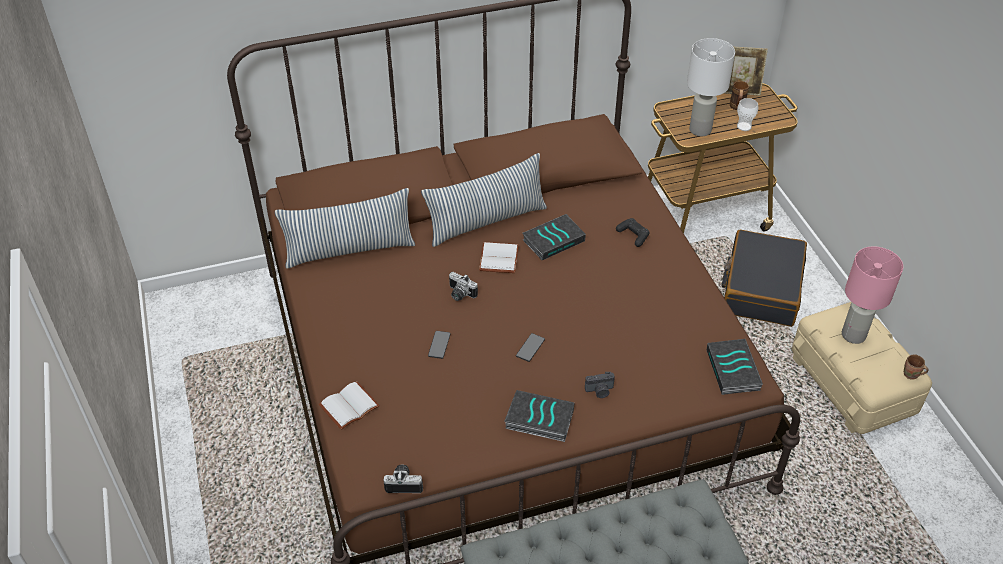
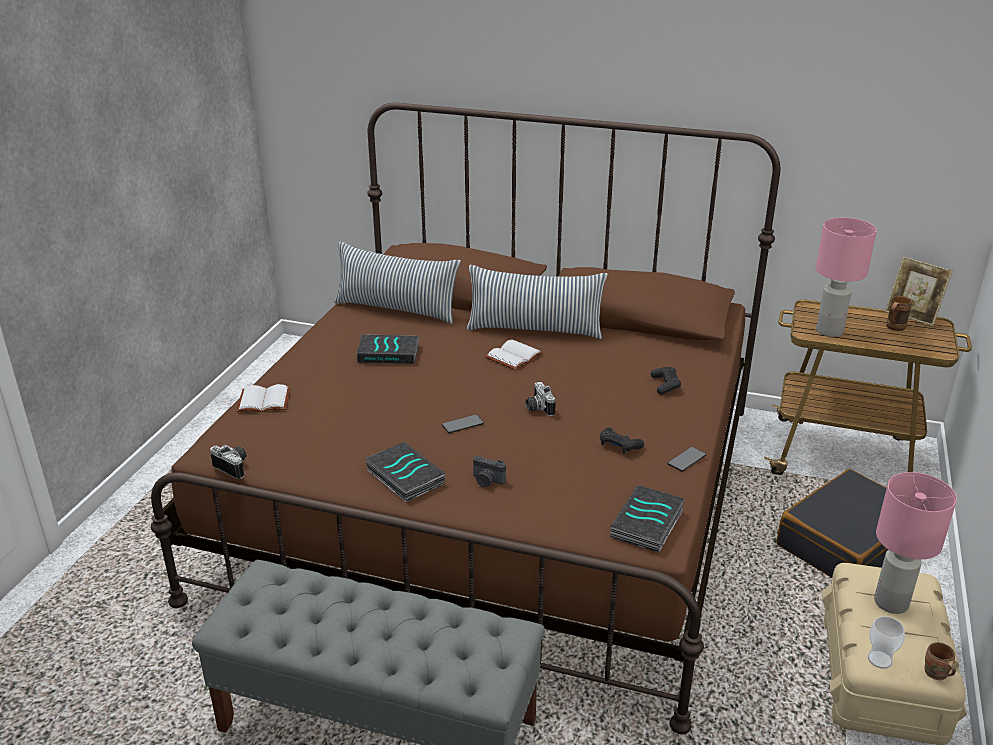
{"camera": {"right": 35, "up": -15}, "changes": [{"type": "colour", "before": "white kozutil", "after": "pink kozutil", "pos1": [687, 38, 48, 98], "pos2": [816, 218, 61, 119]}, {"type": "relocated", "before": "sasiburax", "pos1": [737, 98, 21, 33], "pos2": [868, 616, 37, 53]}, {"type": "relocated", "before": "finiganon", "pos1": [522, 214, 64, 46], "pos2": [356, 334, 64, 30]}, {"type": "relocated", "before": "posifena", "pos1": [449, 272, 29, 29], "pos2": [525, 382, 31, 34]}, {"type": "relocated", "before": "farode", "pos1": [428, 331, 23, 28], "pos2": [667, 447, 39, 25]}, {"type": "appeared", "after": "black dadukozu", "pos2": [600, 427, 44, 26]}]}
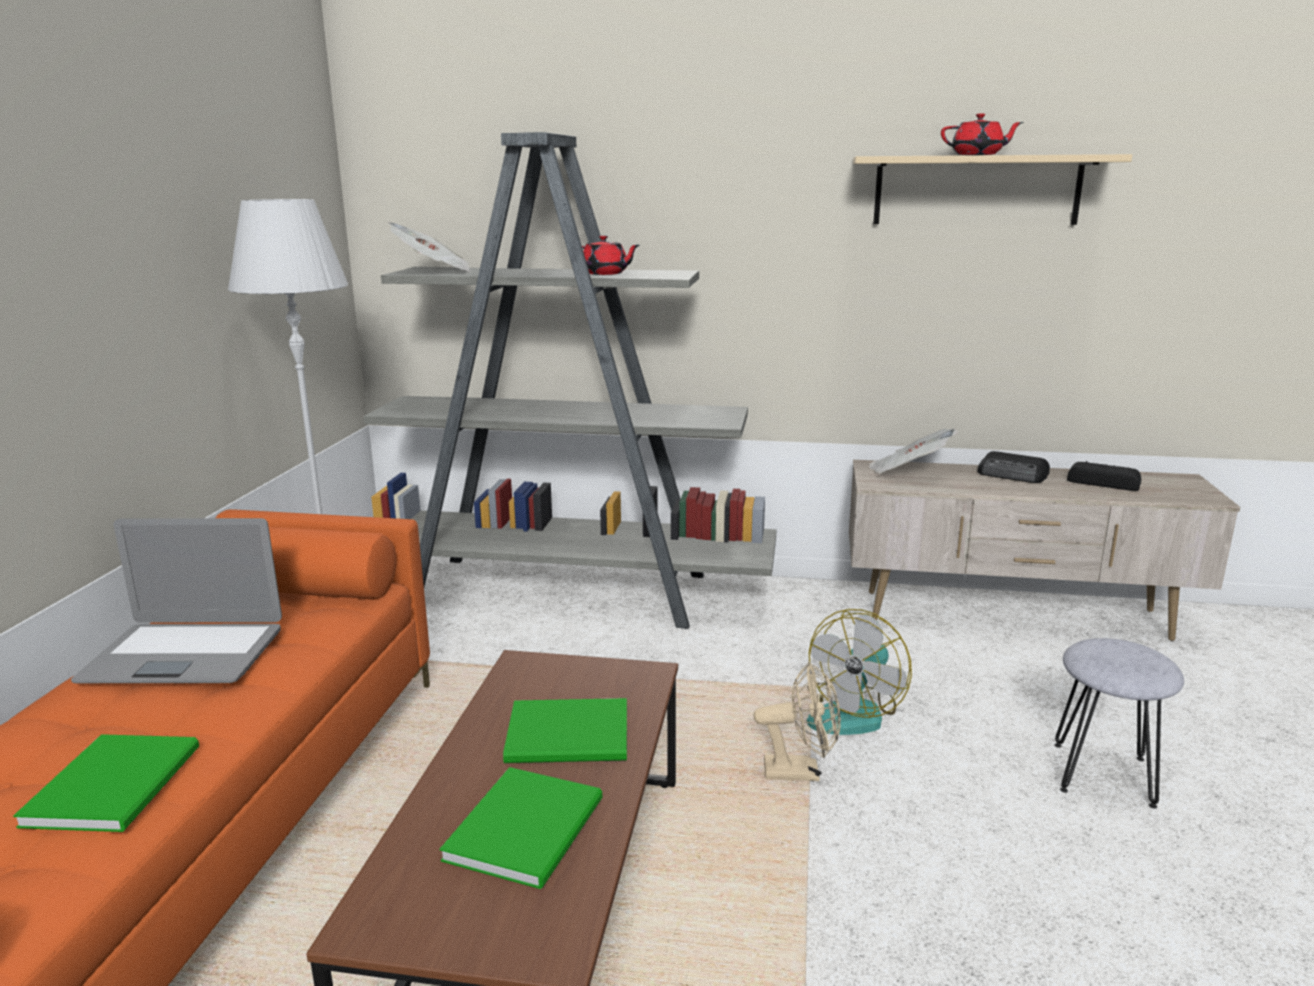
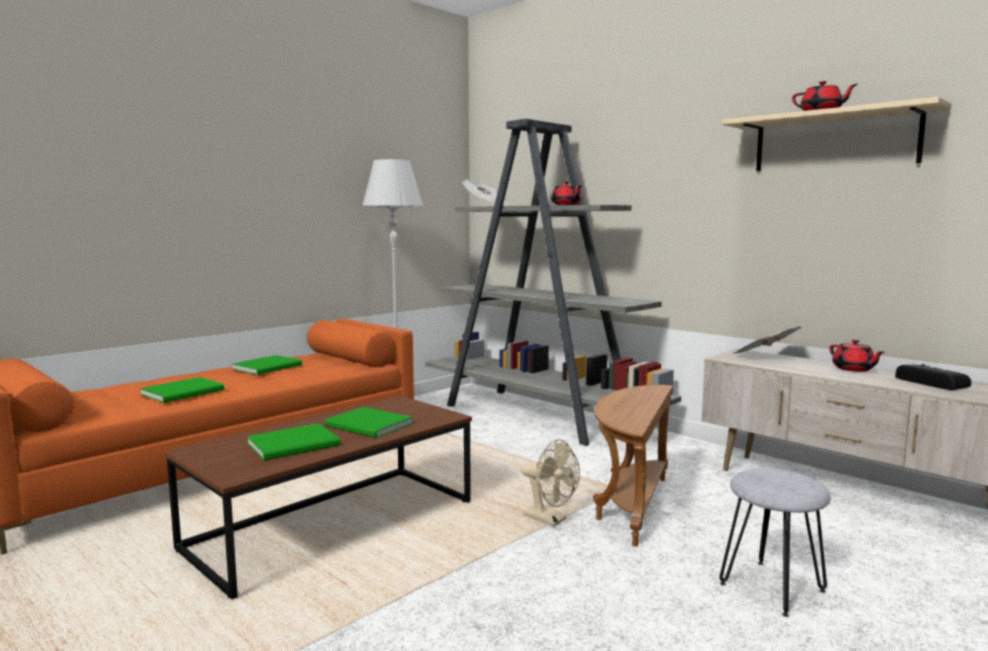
{"camera": {"right": 35, "up": -10}, "changes": [{"type": "exchanged", "before": "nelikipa", "after": "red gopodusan", "pos1": [977, 451, 73, 32], "pos2": [829, 340, 56, 32]}, {"type": "exchanged", "before": "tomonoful", "after": "green finiganon", "pos1": [71, 518, 211, 165], "pos2": [232, 355, 70, 20]}, {"type": "exchanged", "before": "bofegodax", "after": "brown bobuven", "pos1": [807, 609, 105, 126], "pos2": [593, 385, 80, 162]}]}
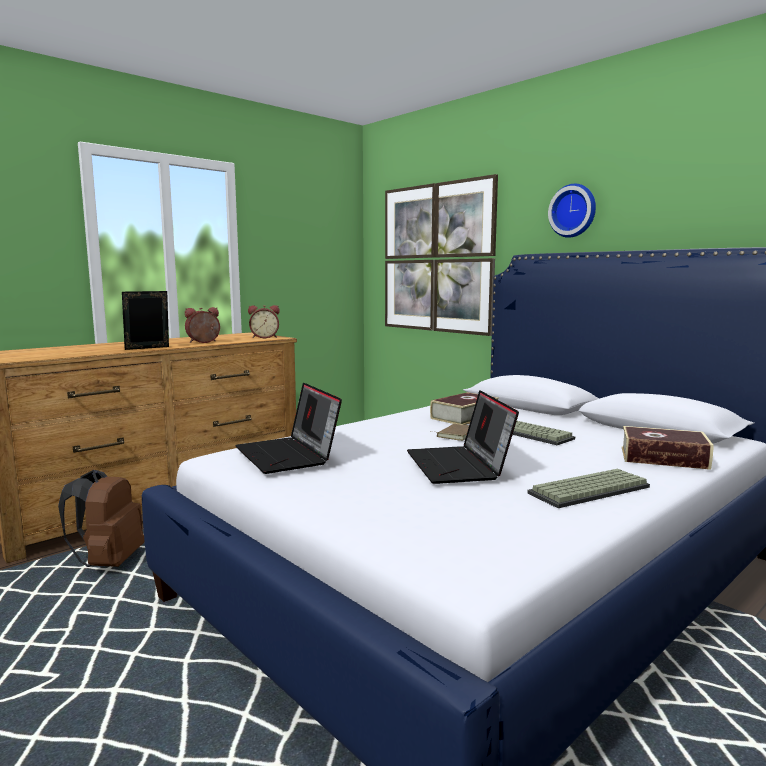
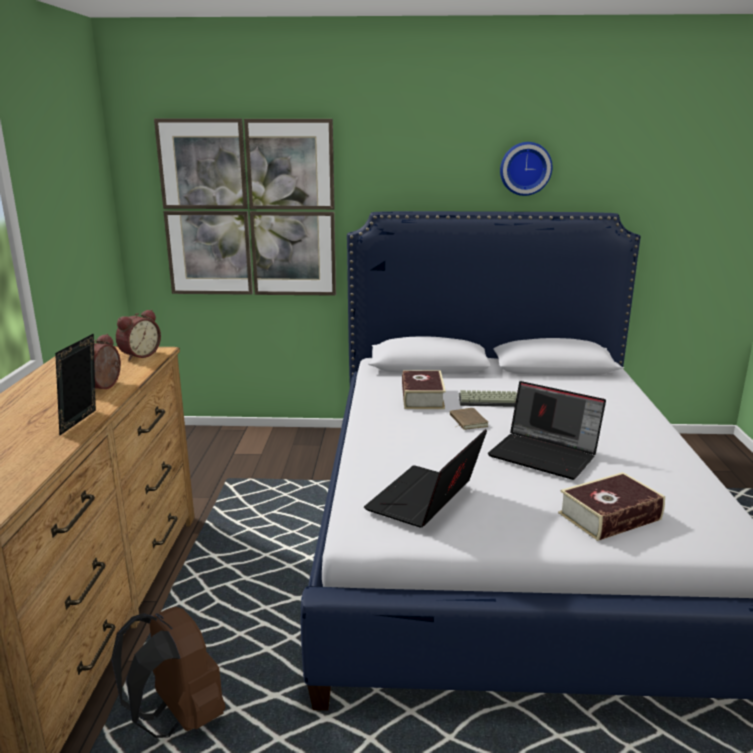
{"camera": {"right": -45, "up": 10}, "changes": [{"type": "relocated", "before": "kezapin", "pos1": [548, 184, 48, 54], "pos2": [500, 142, 52, 54]}, {"type": "spun", "before": "tomonoful", "pos1": [235, 383, 107, 91], "pos2": [364, 429, 123, 99], "turn": 105}, {"type": "relocated", "before": "finiganon", "pos1": [622, 426, 92, 44], "pos2": [558, 472, 107, 69]}, {"type": "missing", "before": "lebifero", "pos1": [527, 469, 123, 39]}]}
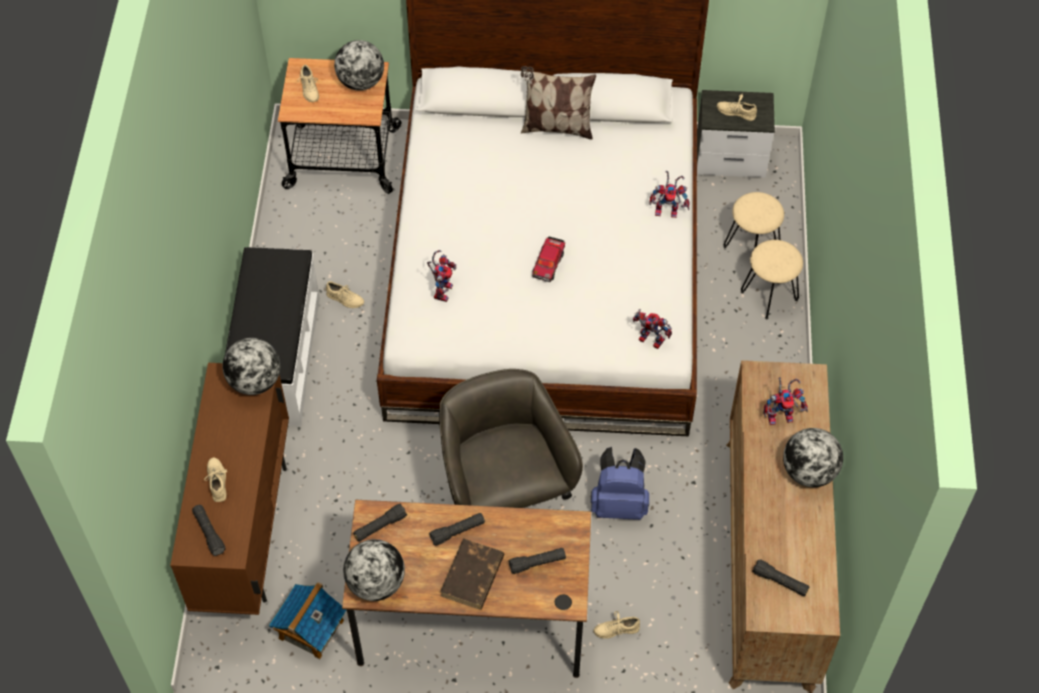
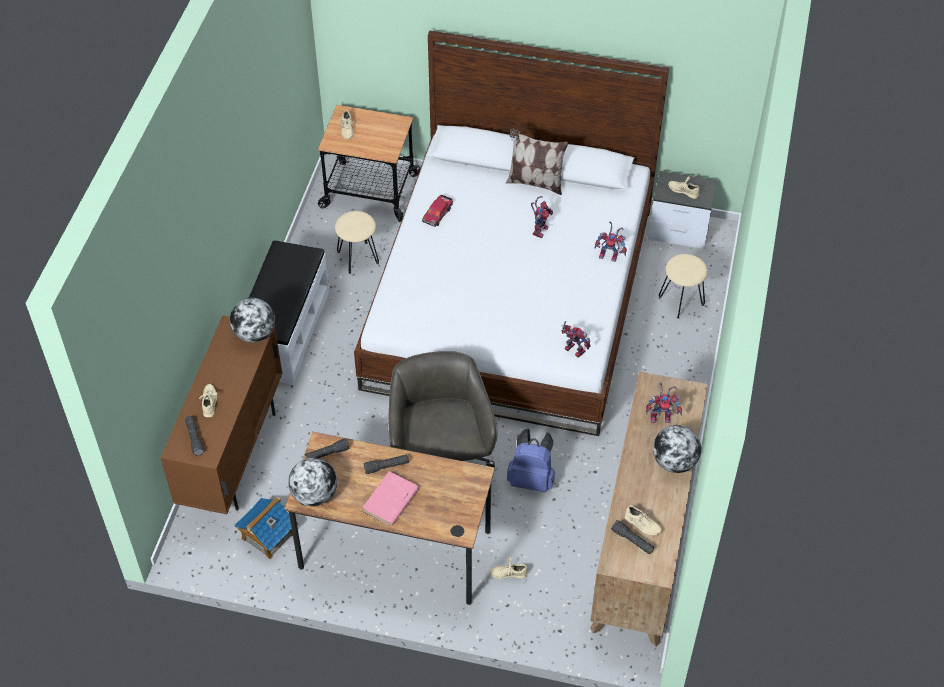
{"camera": {"right": 10, "up": -5}, "changes": [{"type": "missing", "before": "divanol", "pos1": [334, 40, 50, 51]}, {"type": "relocated", "before": "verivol", "pos1": [532, 236, 33, 46], "pos2": [422, 195, 31, 32]}, {"type": "relocated", "before": "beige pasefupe", "pos1": [741, 240, 62, 79], "pos2": [335, 211, 44, 63]}, {"type": "relocated", "before": "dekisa", "pos1": [427, 250, 29, 52], "pos2": [531, 196, 22, 42]}, {"type": "relocated", "before": "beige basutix", "pos1": [326, 281, 38, 27], "pos2": [625, 505, 37, 30]}, {"type": "colour", "before": "brown finiganon", "after": "pink finiganon", "pos1": [440, 538, 64, 71], "pos2": [362, 471, 57, 55]}, {"type": "missing", "before": "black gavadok", "pos1": [509, 548, 57, 26]}]}
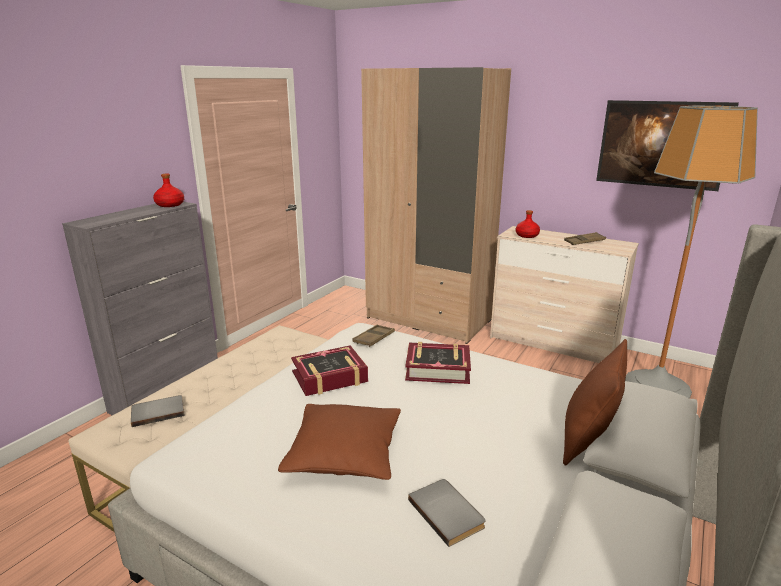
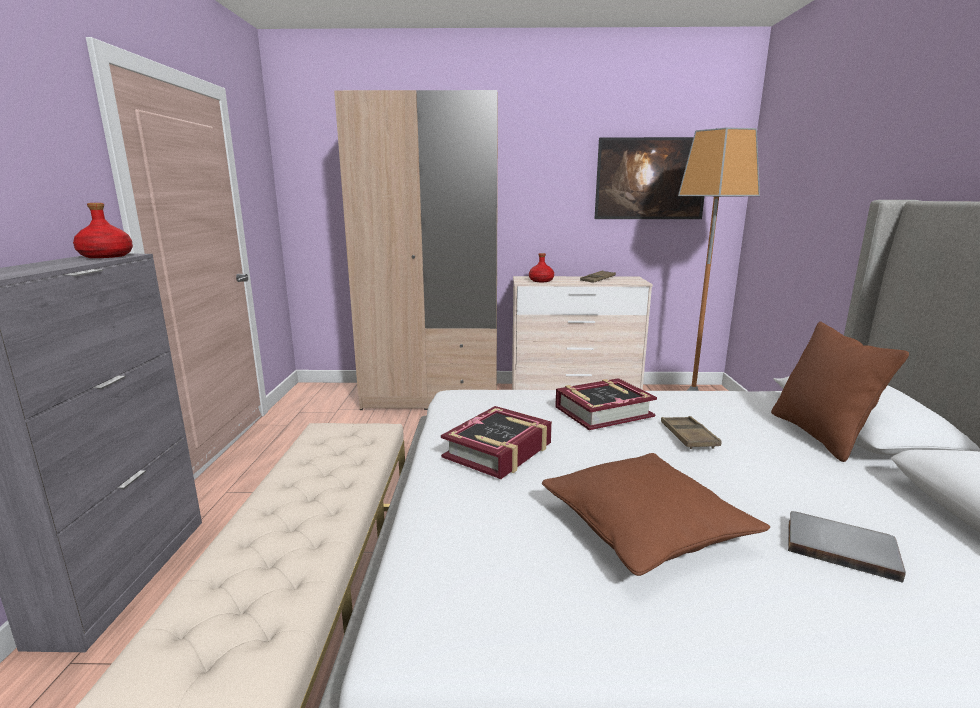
{"camera": {"right": -30, "up": -5}, "changes": [{"type": "relocated", "before": "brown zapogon", "pos1": [353, 325, 42, 22], "pos2": [661, 416, 60, 33]}, {"type": "missing", "before": "grey finiganon", "pos1": [131, 395, 54, 32]}]}
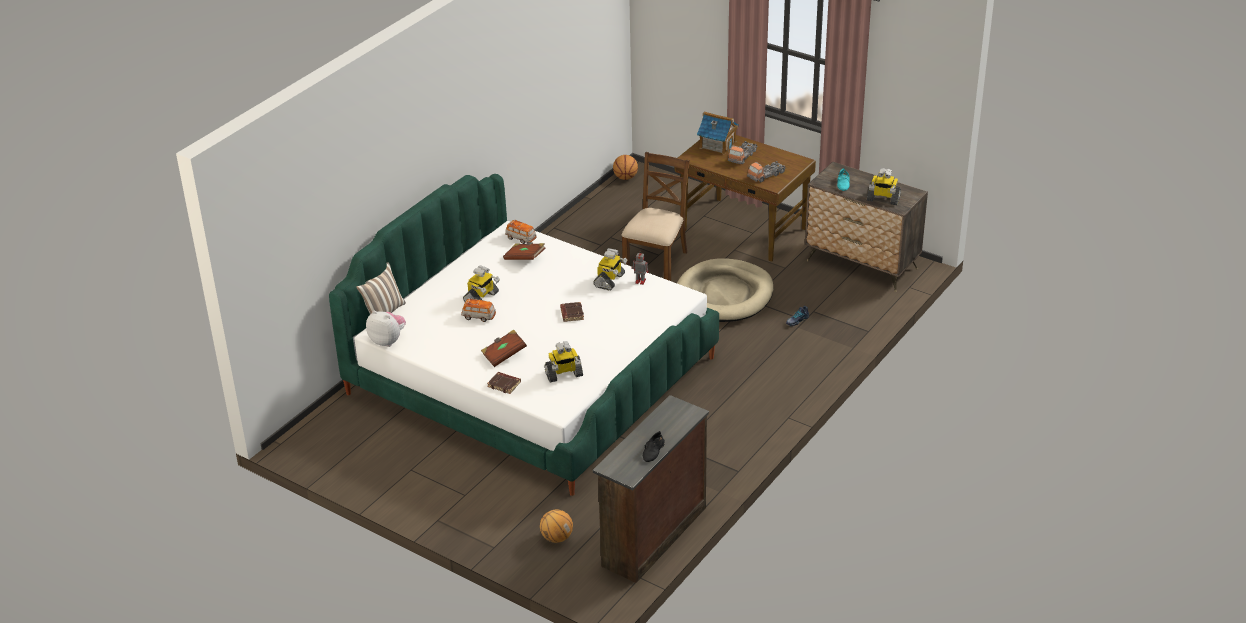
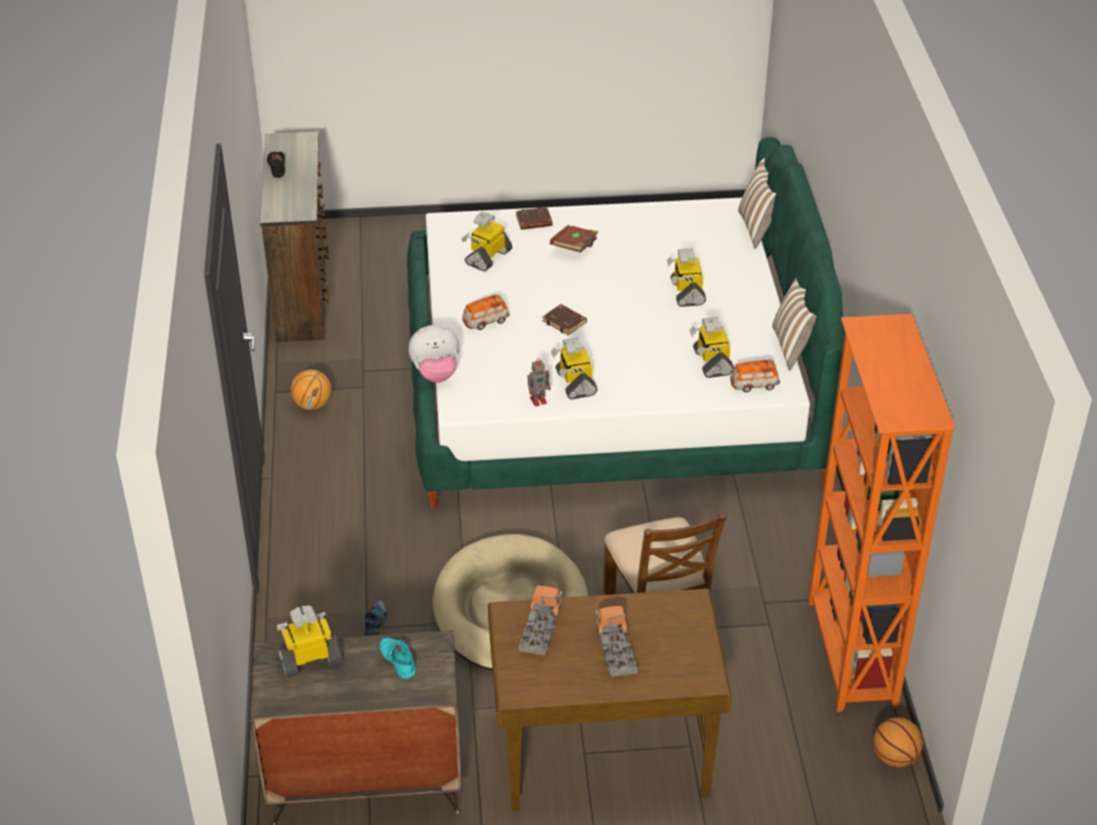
{"camera": {"right": 140, "up": 5}, "changes": [{"type": "missing", "before": "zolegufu", "pos1": [697, 111, 42, 44]}, {"type": "exchanged", "before": "brown finiganon", "after": "dekisa", "pos1": [503, 242, 43, 18], "pos2": [690, 317, 44, 61]}, {"type": "relocated", "before": "verivol", "pos1": [461, 298, 35, 24], "pos2": [462, 294, 47, 36]}, {"type": "relocated", "before": "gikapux", "pos1": [366, 310, 40, 37], "pos2": [409, 325, 50, 58]}, {"type": "relocated", "before": "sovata", "pos1": [540, 509, 33, 34], "pos2": [291, 370, 41, 40]}, {"type": "appeared", "after": "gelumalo", "pos2": [772, 278, 45, 93]}, {"type": "appeared", "after": "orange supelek", "pos2": [808, 314, 148, 398]}]}
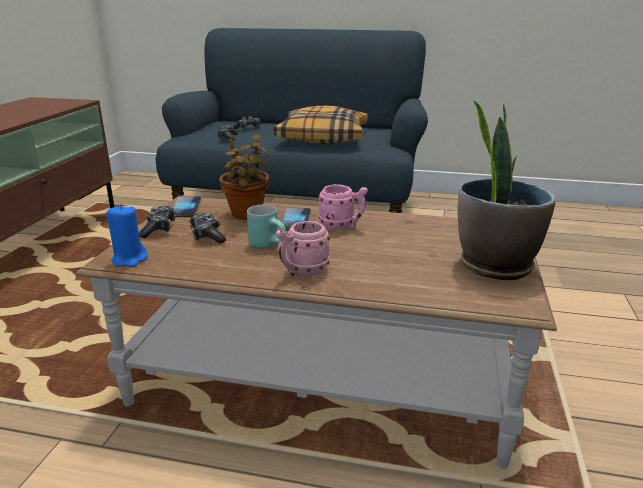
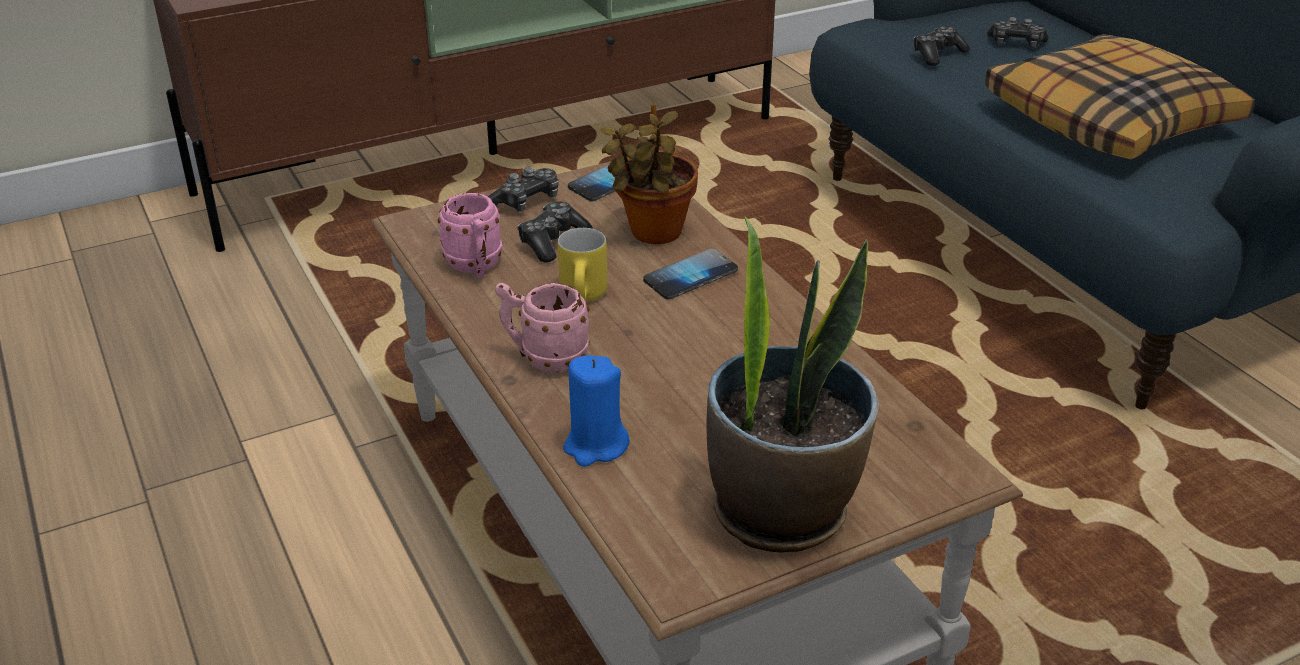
{"camera": {"right": 50, "up": 10}, "changes": [{"type": "relocated", "before": "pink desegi", "pos1": [318, 184, 50, 46], "pos2": [438, 193, 65, 85]}, {"type": "relocated", "before": "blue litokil", "pos1": [106, 204, 41, 63], "pos2": [563, 355, 67, 112]}, {"type": "colour", "before": "turquoise desegi", "after": "yellow desegi", "pos1": [247, 205, 39, 44], "pos2": [558, 228, 49, 74]}]}
